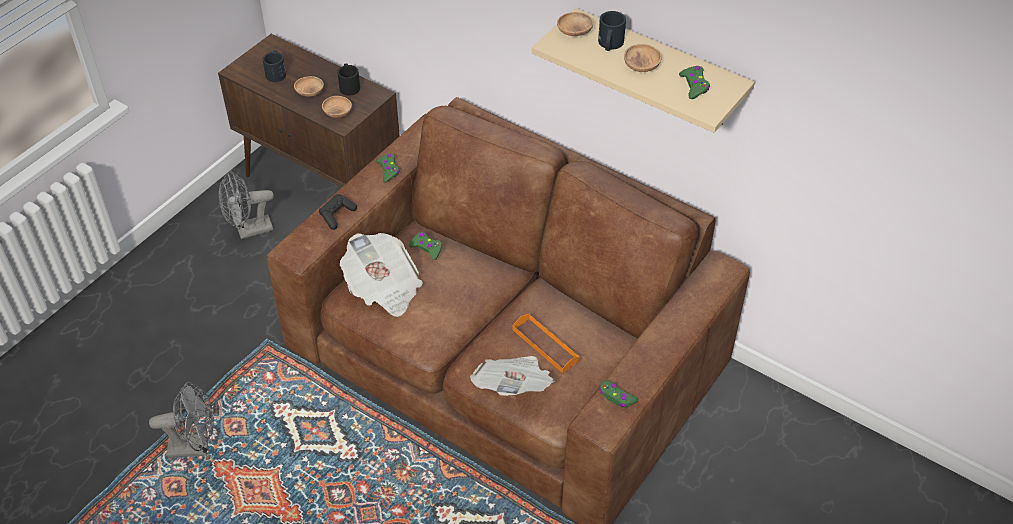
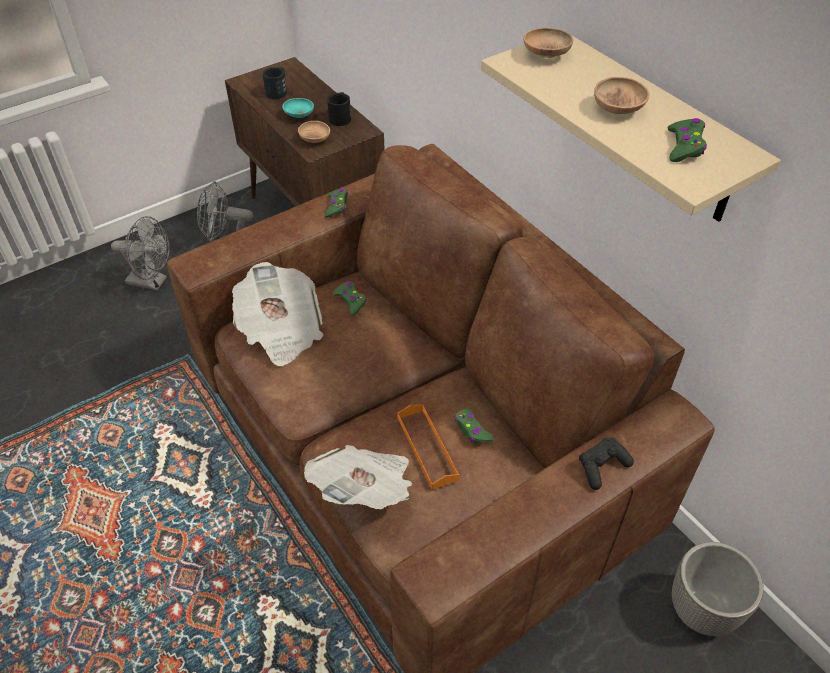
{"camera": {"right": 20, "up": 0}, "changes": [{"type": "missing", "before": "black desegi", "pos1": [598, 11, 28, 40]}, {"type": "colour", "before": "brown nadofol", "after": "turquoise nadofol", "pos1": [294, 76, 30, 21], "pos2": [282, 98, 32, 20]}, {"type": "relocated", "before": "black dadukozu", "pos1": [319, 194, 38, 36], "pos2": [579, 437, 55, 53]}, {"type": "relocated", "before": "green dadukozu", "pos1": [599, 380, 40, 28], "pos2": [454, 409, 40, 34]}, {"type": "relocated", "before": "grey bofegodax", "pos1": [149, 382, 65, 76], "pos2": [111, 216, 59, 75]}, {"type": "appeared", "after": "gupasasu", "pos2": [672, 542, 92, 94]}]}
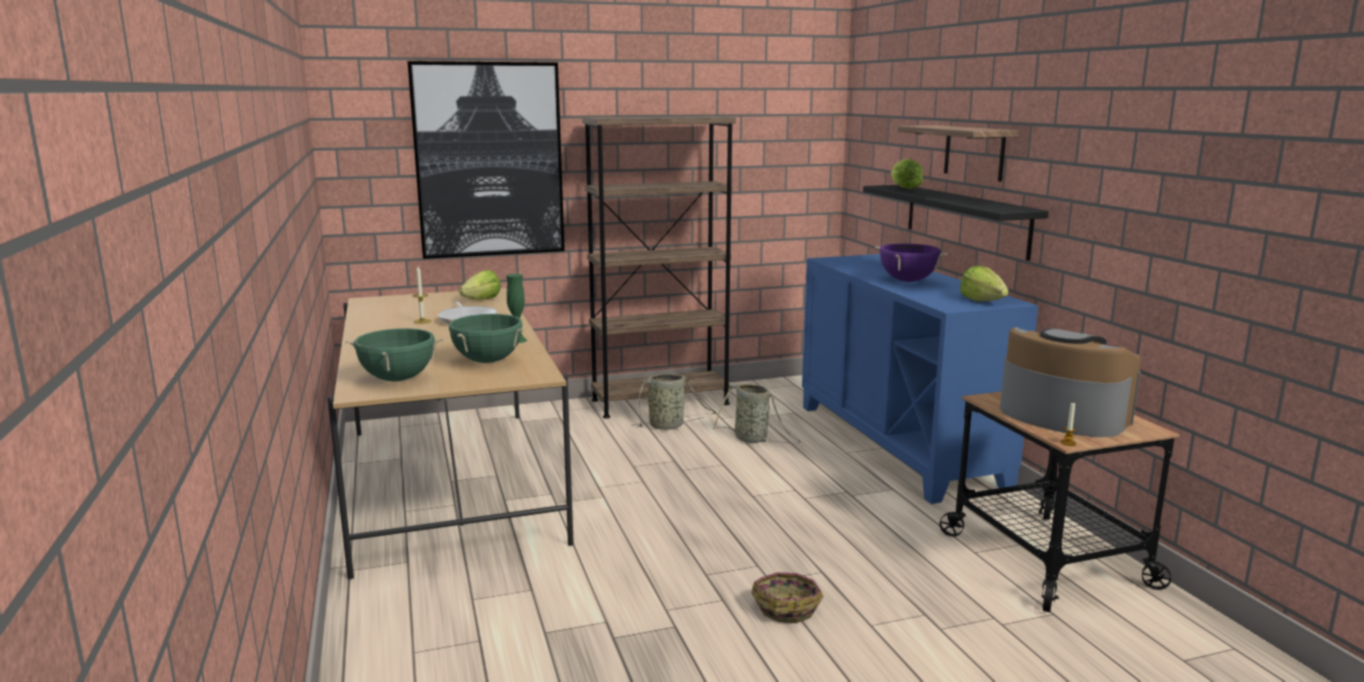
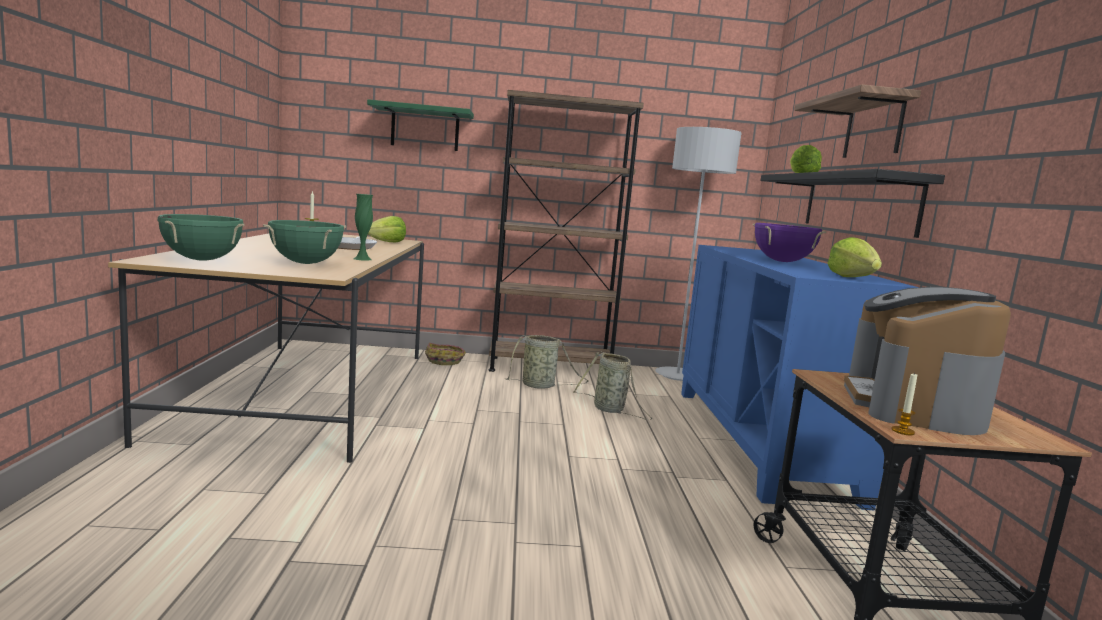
{"camera": {"right": 15, "up": -5}, "changes": [{"type": "exchanged", "before": "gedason", "after": "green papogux", "pos1": [407, 61, 158, 198], "pos2": [367, 99, 107, 52]}, {"type": "spun", "before": "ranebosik", "pos1": [1000, 327, 141, 110], "pos2": [844, 287, 167, 148], "turn": -135}, {"type": "relocated", "before": "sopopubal", "pos1": [751, 572, 73, 51], "pos2": [425, 343, 41, 22]}, {"type": "appeared", "after": "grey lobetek", "pos2": [655, 127, 87, 254]}]}
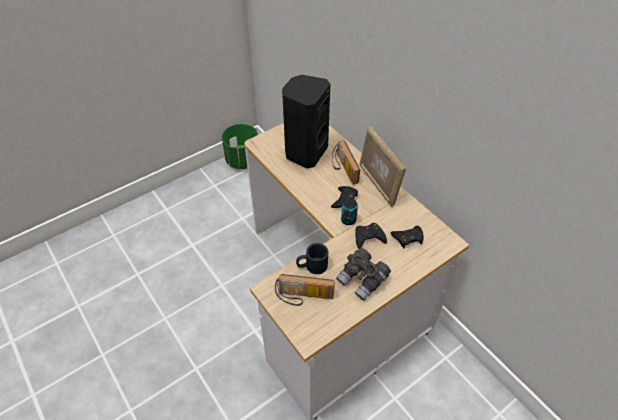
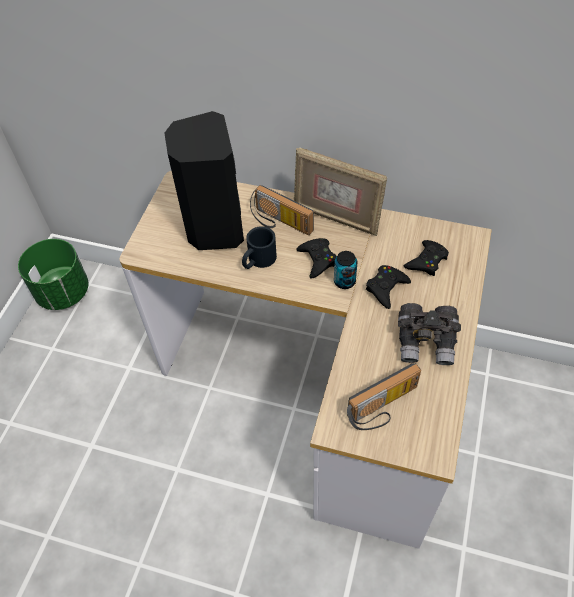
{"camera": {"right": -35, "up": 5}, "changes": [{"type": "relocated", "before": "black desegi", "pos1": [296, 243, 32, 31], "pos2": [242, 226, 35, 43]}]}
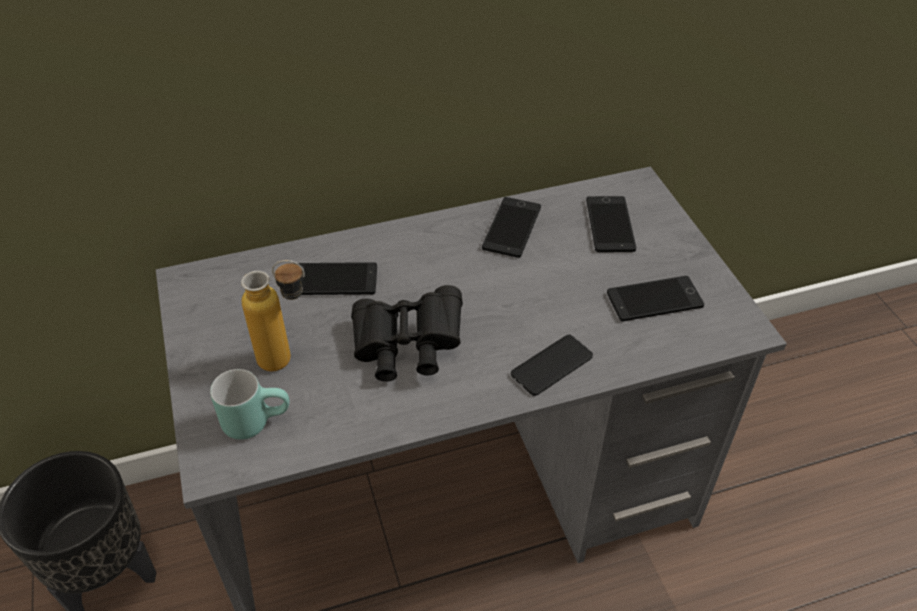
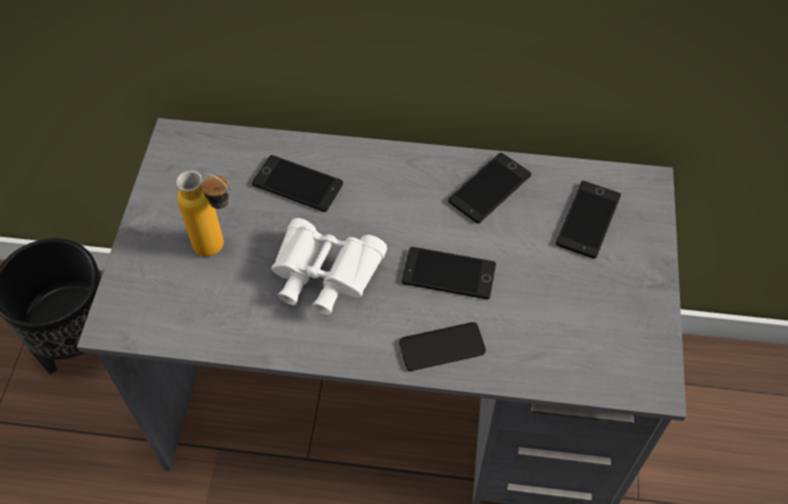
{"camera": {"right": 25, "up": 10}, "changes": [{"type": "relocated", "before": "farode", "pos1": [607, 276, 97, 46], "pos2": [402, 247, 94, 53]}, {"type": "colour", "before": "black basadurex", "after": "white basadurex", "pos1": [351, 285, 112, 97], "pos2": [271, 218, 116, 97]}, {"type": "missing", "before": "turquoise desegi", "pos1": [210, 369, 80, 71]}]}
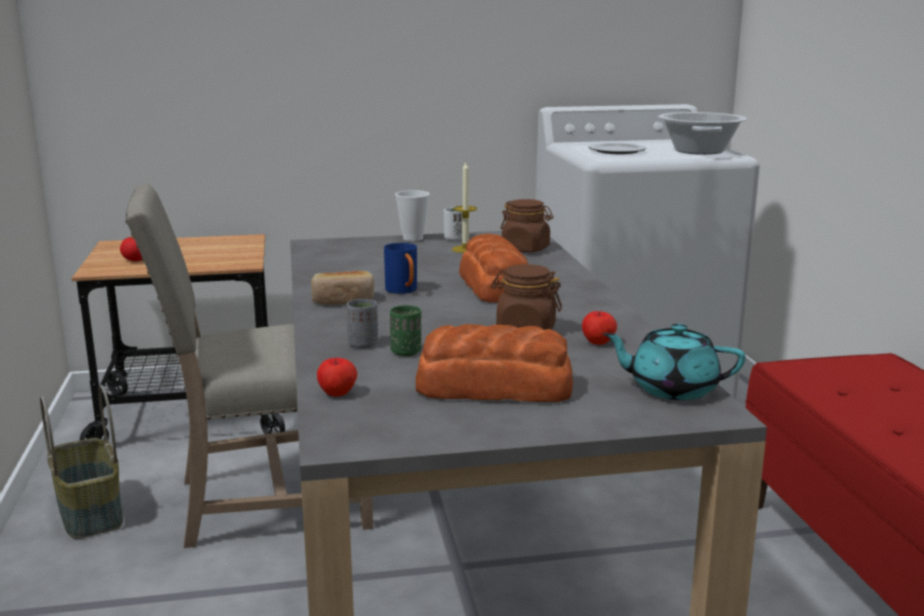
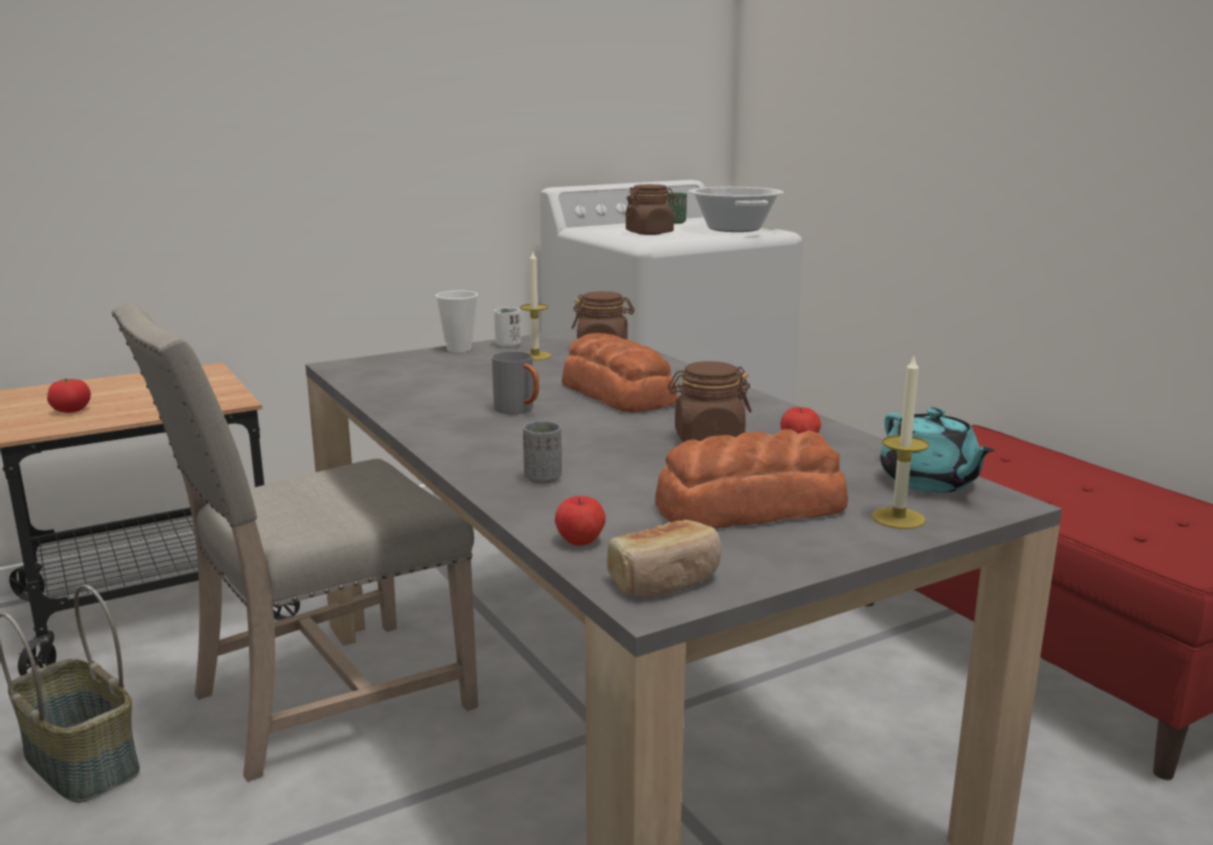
{"camera": {"right": -20, "up": 0}, "changes": [{"type": "exchanged", "before": "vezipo", "after": "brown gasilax", "pos1": [589, 143, 57, 11], "pos2": [625, 184, 50, 51]}, {"type": "colour", "before": "blue desegi", "after": "grey desegi", "pos1": [384, 243, 33, 51], "pos2": [492, 351, 47, 63]}, {"type": "relocated", "before": "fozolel", "pos1": [311, 271, 63, 34], "pos2": [607, 520, 114, 77]}, {"type": "relocated", "before": "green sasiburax", "pos1": [390, 305, 32, 51], "pos2": [667, 193, 20, 31]}, {"type": "spun", "before": "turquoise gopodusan", "pos1": [602, 323, 144, 77], "pos2": [880, 407, 115, 86], "turn": -105}, {"type": "appeared", "after": "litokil", "pos2": [872, 356, 57, 173]}]}
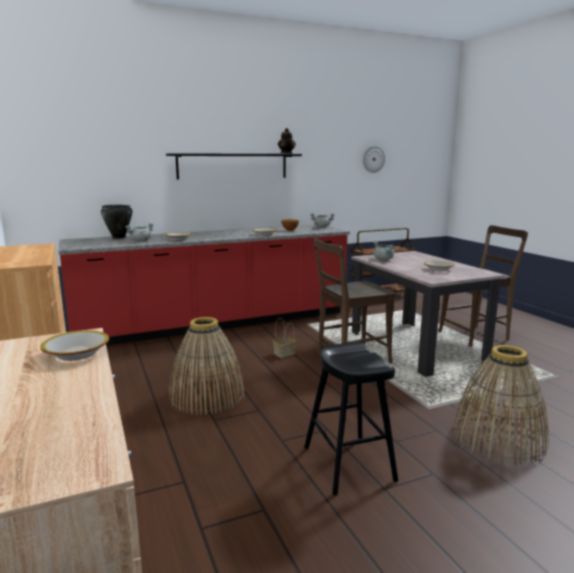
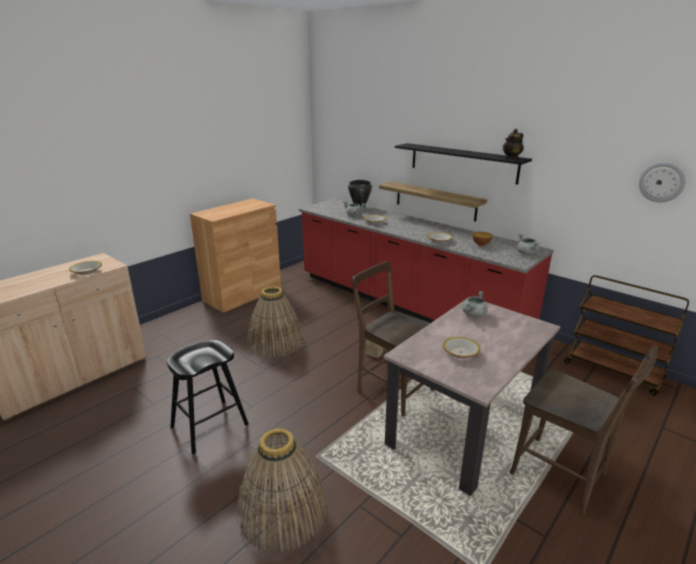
{"camera": {"right": 65, "up": 10}, "changes": [{"type": "appeared", "after": "papogux", "pos2": [379, 182, 108, 40]}]}
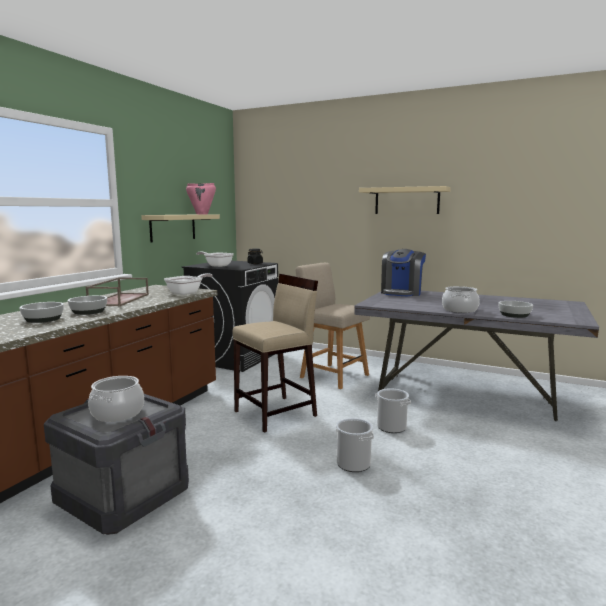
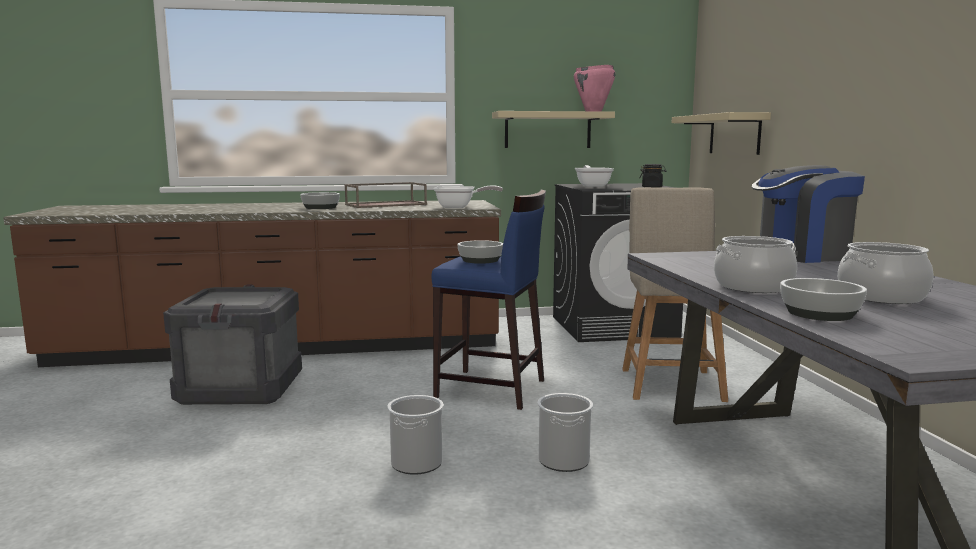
{"camera": {"right": 55, "up": 0}, "changes": [{"type": "relocated", "before": "beige papogux", "pos1": [359, 186, 92, 28], "pos2": [672, 112, 99, 43]}, {"type": "colour", "before": "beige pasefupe", "after": "blue pasefupe", "pos1": [232, 274, 86, 159], "pos2": [431, 190, 115, 220]}, {"type": "relocated", "before": "nadofol", "pos1": [19, 302, 45, 21], "pos2": [457, 240, 46, 24]}, {"type": "relocated", "before": "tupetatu", "pos1": [88, 376, 56, 46], "pos2": [838, 242, 95, 62]}]}
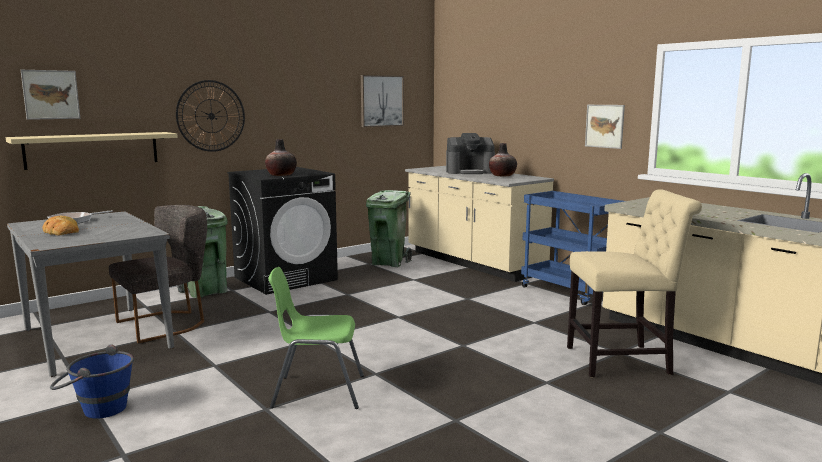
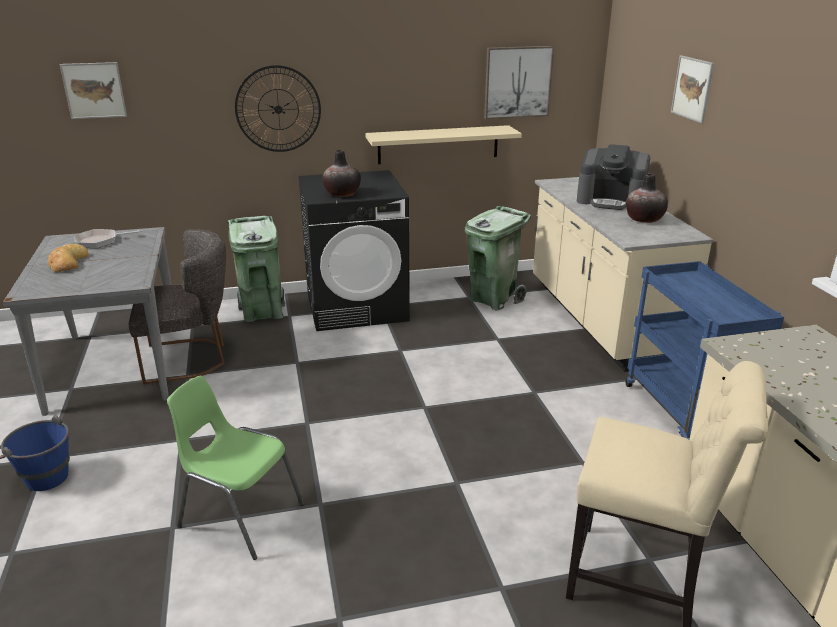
{"camera": {"right": 25, "up": 15}, "changes": [{"type": "relocated", "before": "gedason", "pos1": [585, 105, 40, 44], "pos2": [671, 56, 44, 68]}, {"type": "relocated", "before": "beige papogux", "pos1": [6, 132, 172, 38], "pos2": [365, 125, 157, 39]}]}
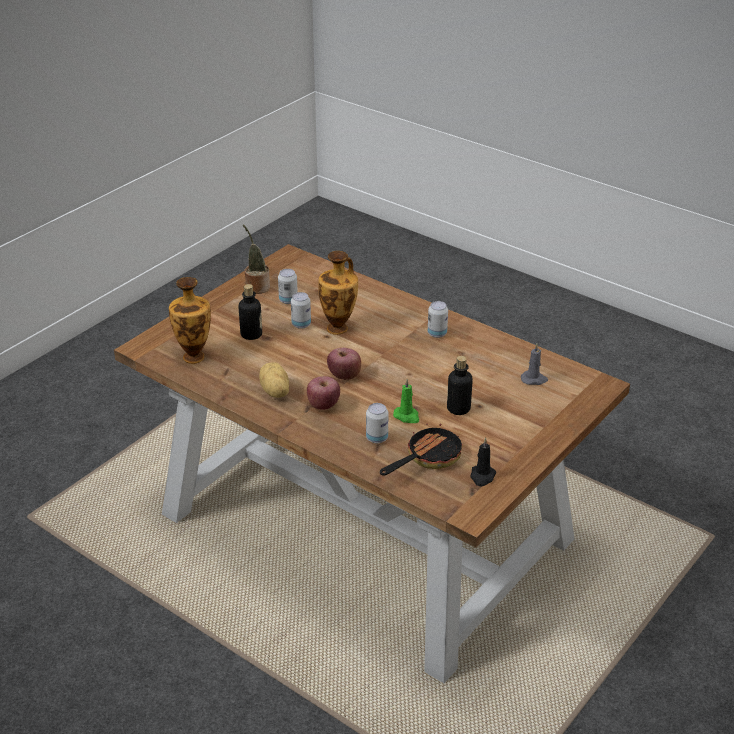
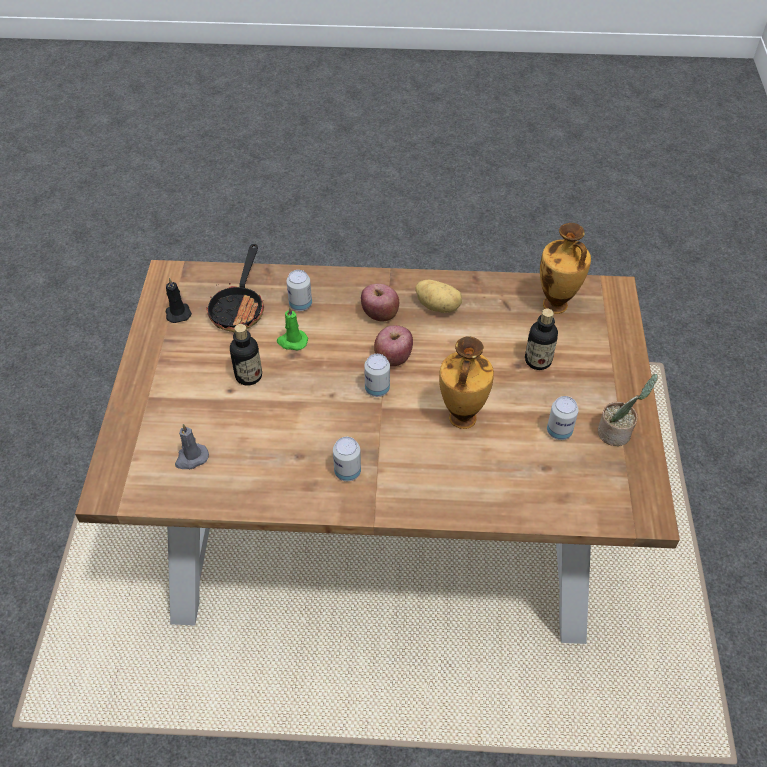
{"camera": {"right": 145, "up": 15}, "changes": [{"type": "relocated", "before": "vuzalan", "pos1": [291, 292, 20, 37], "pos2": [364, 354, 26, 43]}]}
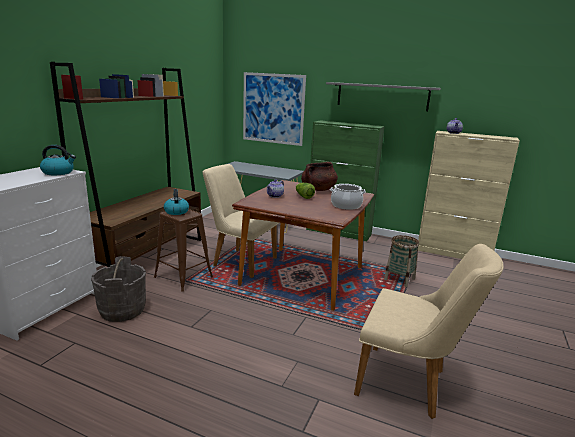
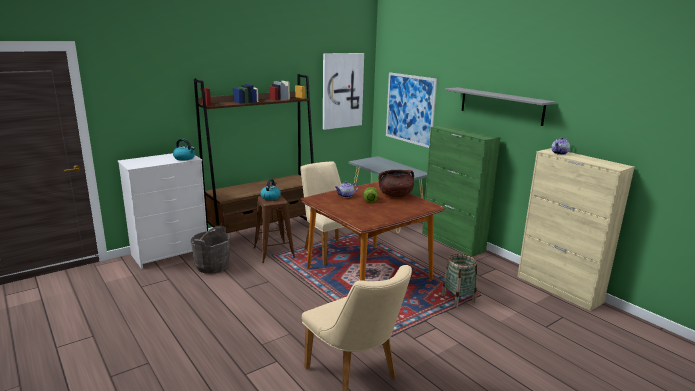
{"camera": {"right": 30, "up": 0}, "changes": [{"type": "missing", "before": "tupetatu", "pos1": [330, 184, 36, 26]}, {"type": "appeared", "after": "gedason", "pos2": [323, 53, 41, 77]}]}
